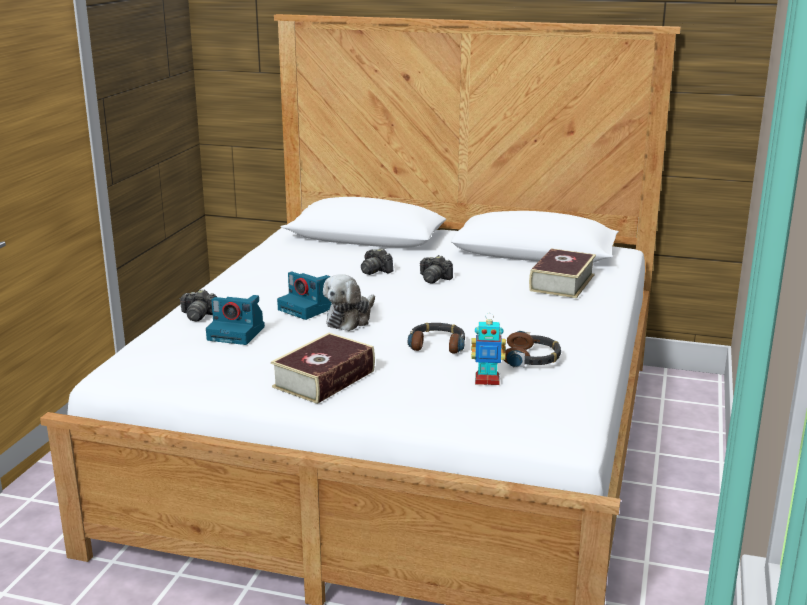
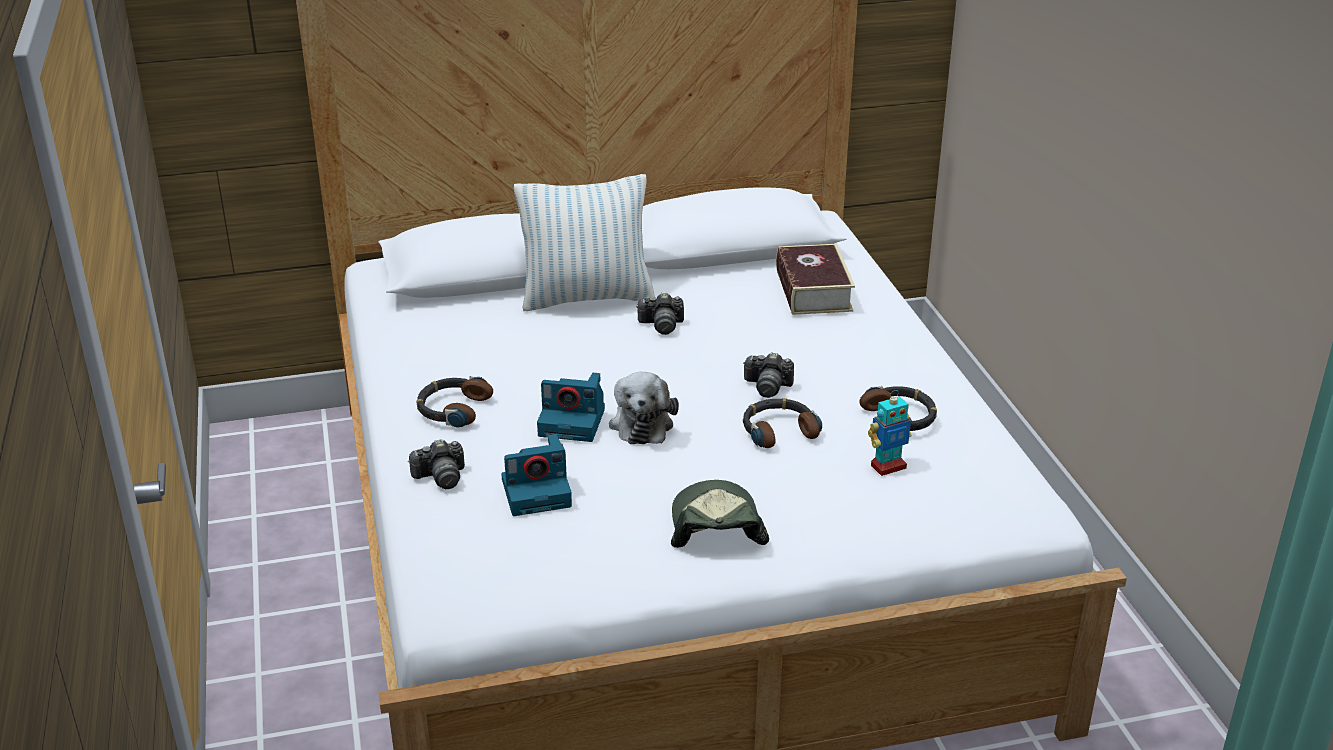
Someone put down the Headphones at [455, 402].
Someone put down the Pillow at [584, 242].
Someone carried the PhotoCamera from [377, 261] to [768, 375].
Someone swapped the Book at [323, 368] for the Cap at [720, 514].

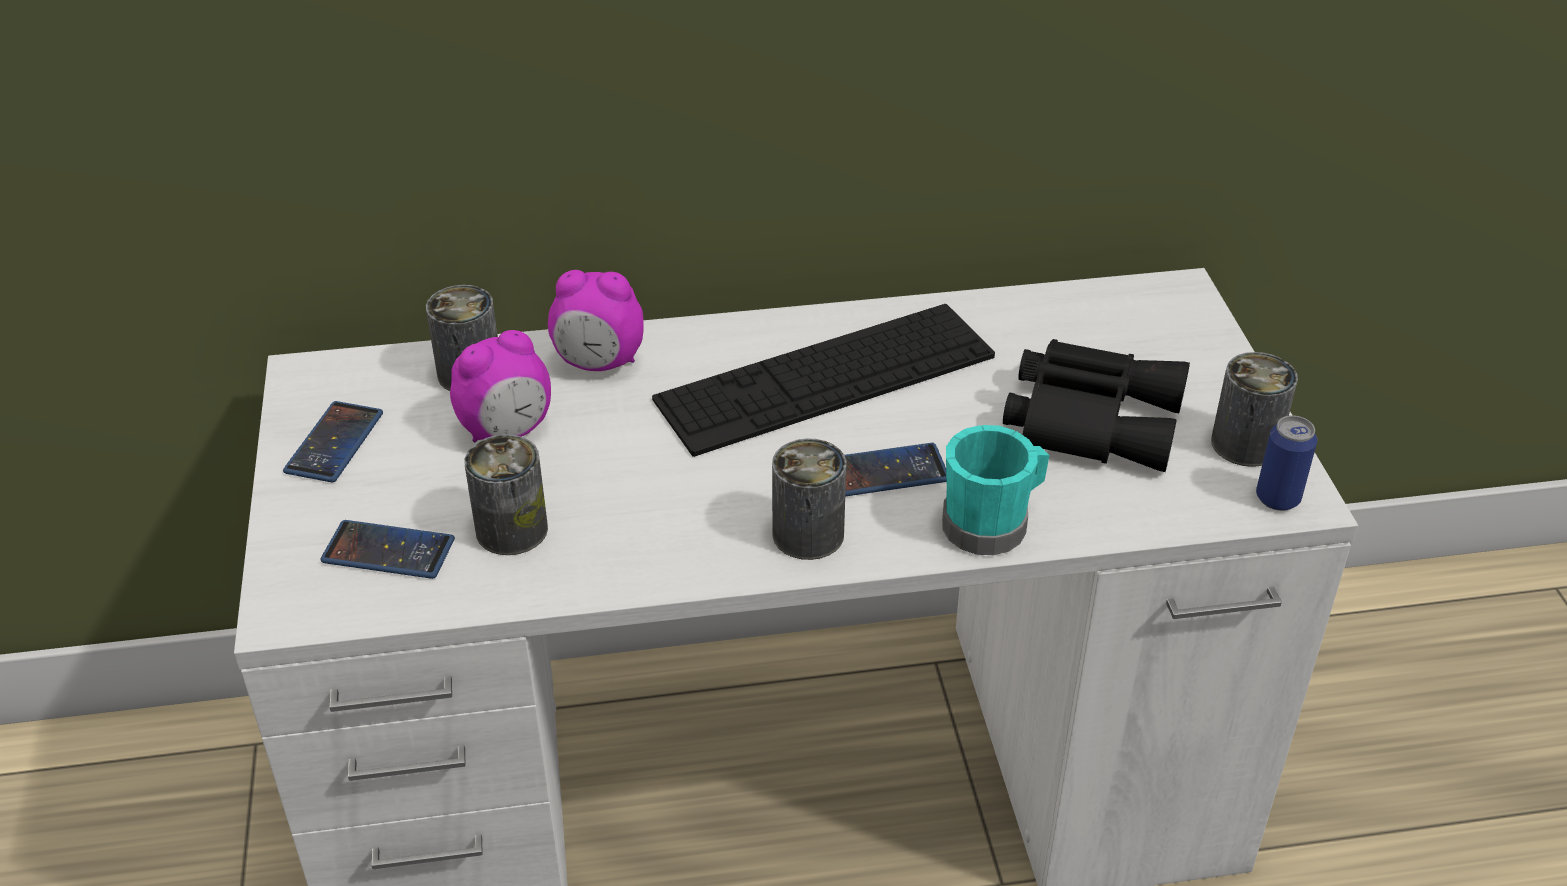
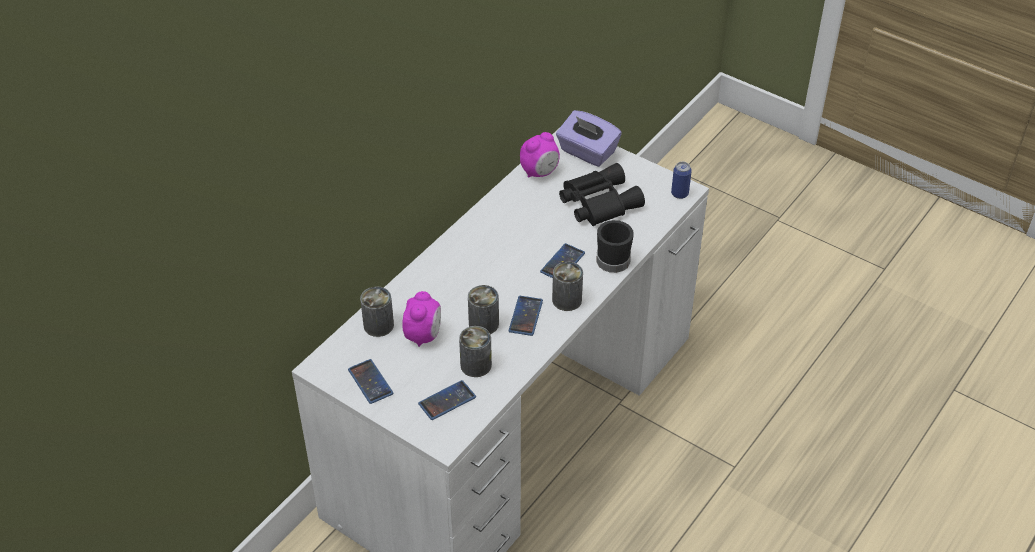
Someone took away the Keyboard at [823, 380].
Someone put down the Phone at [526, 316].
Someone put down the PurpleTissueBox at [589, 138].
Someone carried the AlarmClock from [596, 320] to [540, 155].
Someone carried the Can from [1254, 409] to [483, 309].
Someone repainted the TurquoiseMug at [996, 490], which became the BlackMug at [615, 246].

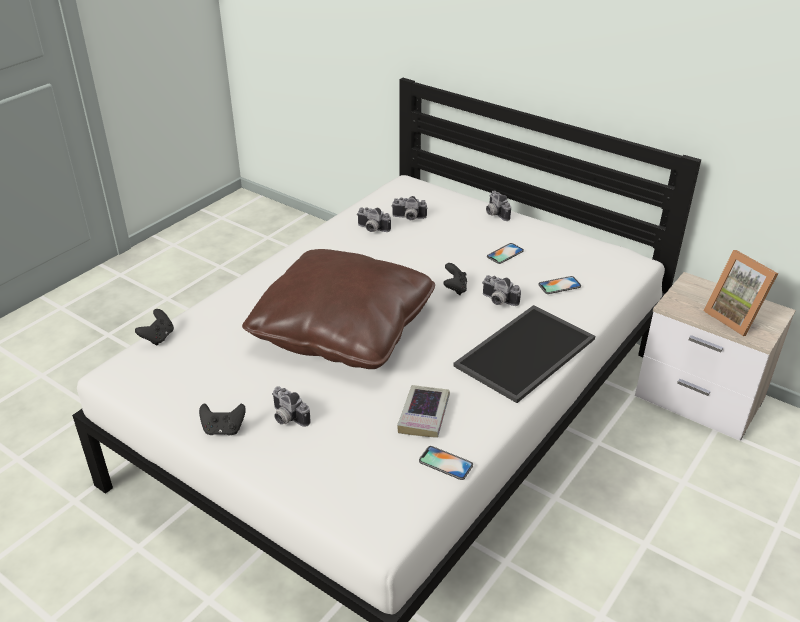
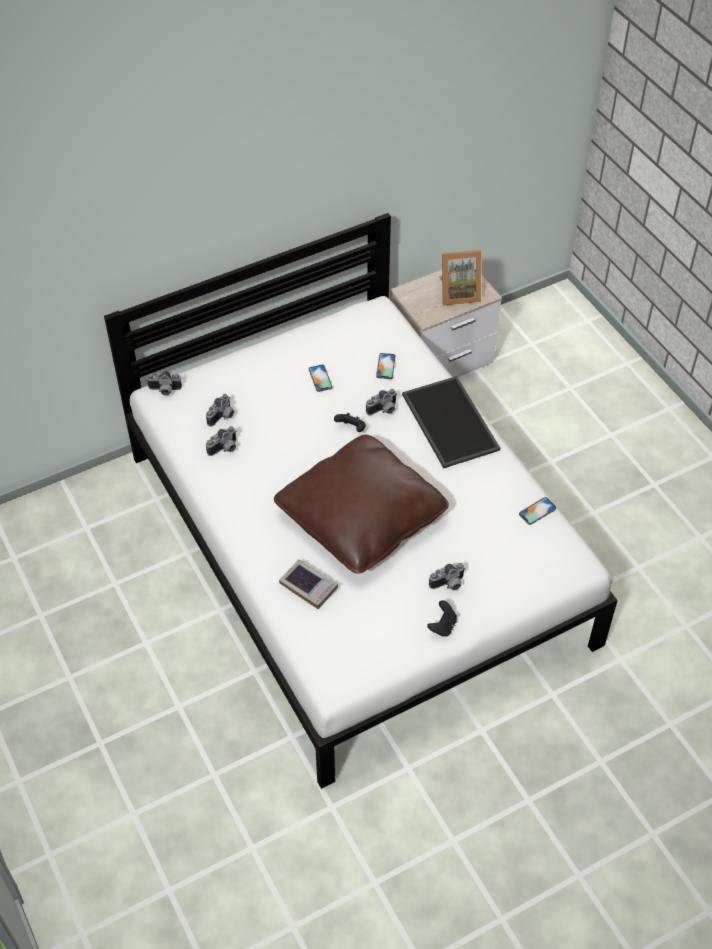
Someone took away the BlackGameController at [154, 327].
Someone carried the Book from [423, 411] to [308, 584].
Someone carried the PhotoCamera from [498, 206] to [164, 383].

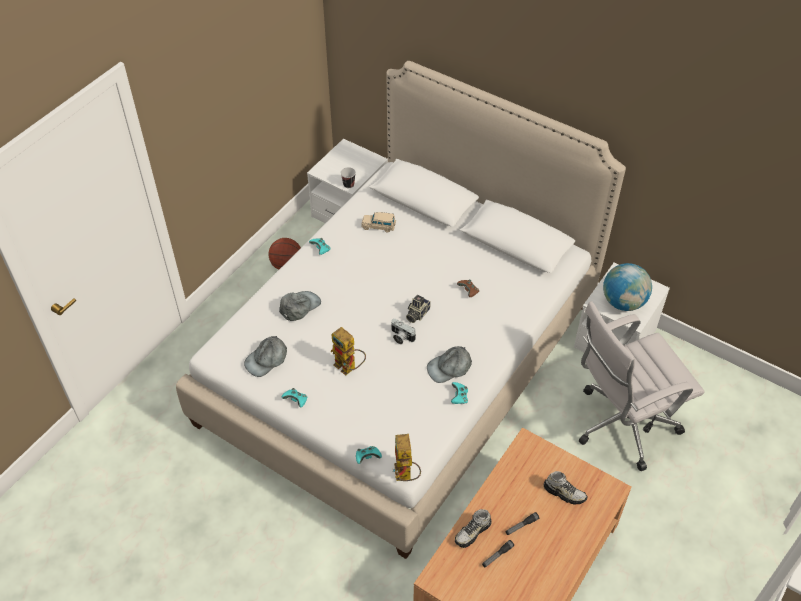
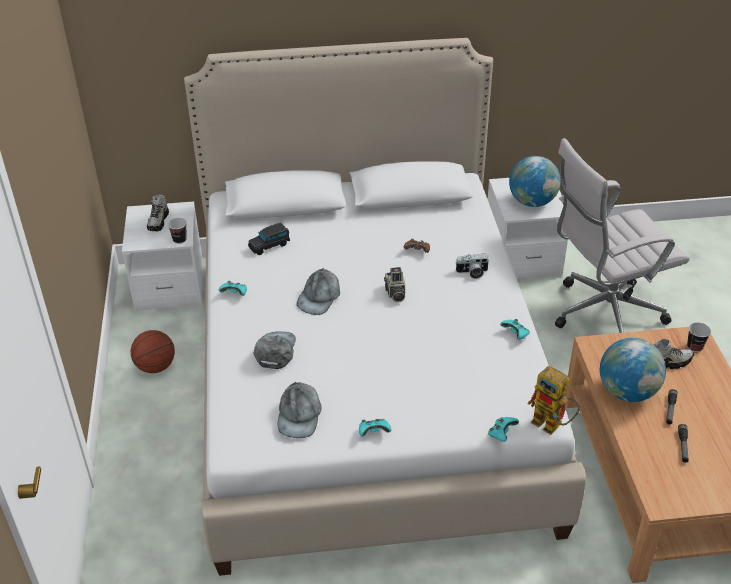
Someone took away the ToyRobot at [348, 351].
Someone put down the Globe at [633, 370].
Someone put down the Cup at [699, 337].
Someone carried the PhotoCamera from [403, 331] to [472, 266].
Someone carried the GreyCap from [449, 364] to [318, 291].
Someone carried the Shoe from [473, 528] to [158, 212].
Someone repainted the BeigeToyCar at [378, 222], which became the BlackToyCar at [269, 239].
Someone rotated the WhiteOfficeChair at [641, 386] by 45 degrees clockwise.

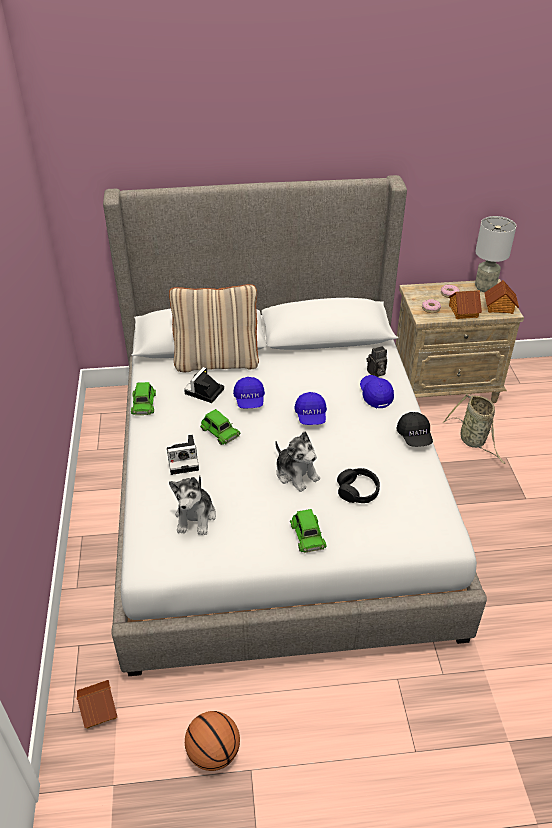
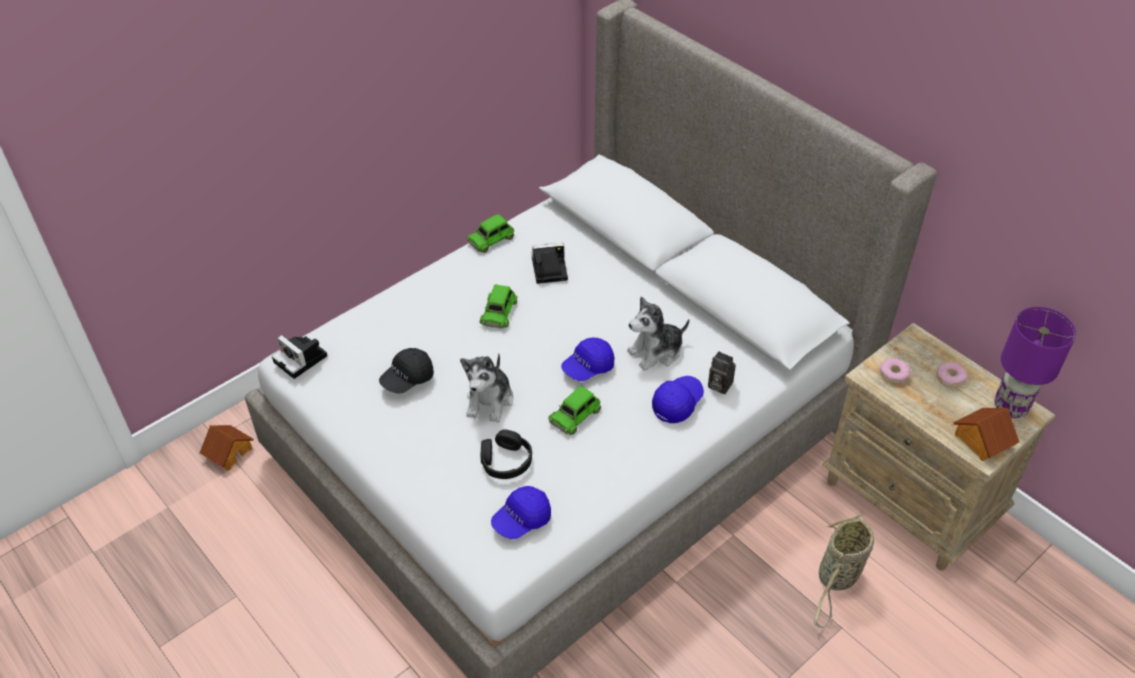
Someone took away the BeigePillow at [214, 328].
Someone took away the Basketball at [212, 741].
Someone took away the ToyHouse at [465, 304].
Someone carried the PhotoCamera from [183, 455] to [299, 357].
Someone carried the PlushToy from [192, 505] to [658, 334].
Someone carried the BlueCap from [249, 392] to [521, 512].
Someone carried the GreenToyCar from [308, 531] to [574, 410].
Someone carried the BlackCap from [415, 429] to [406, 371].
Someone repainted the GreyTableLamp at [495, 254], which became the PurpleTableLamp at [1035, 362].

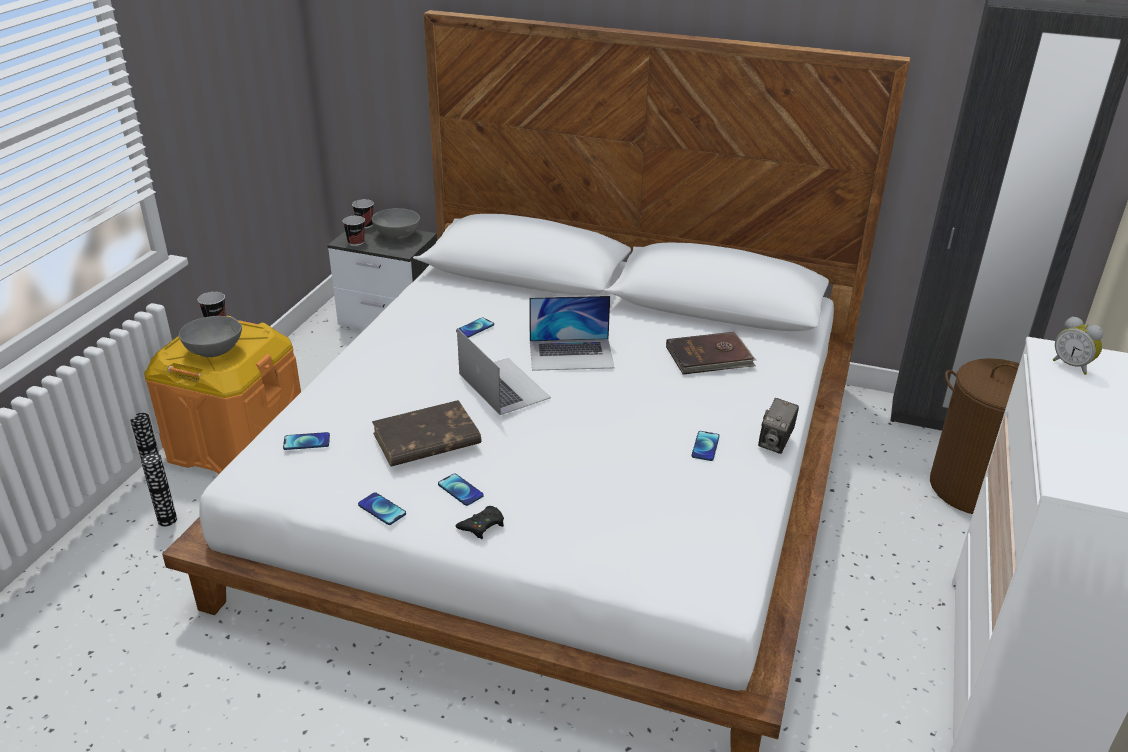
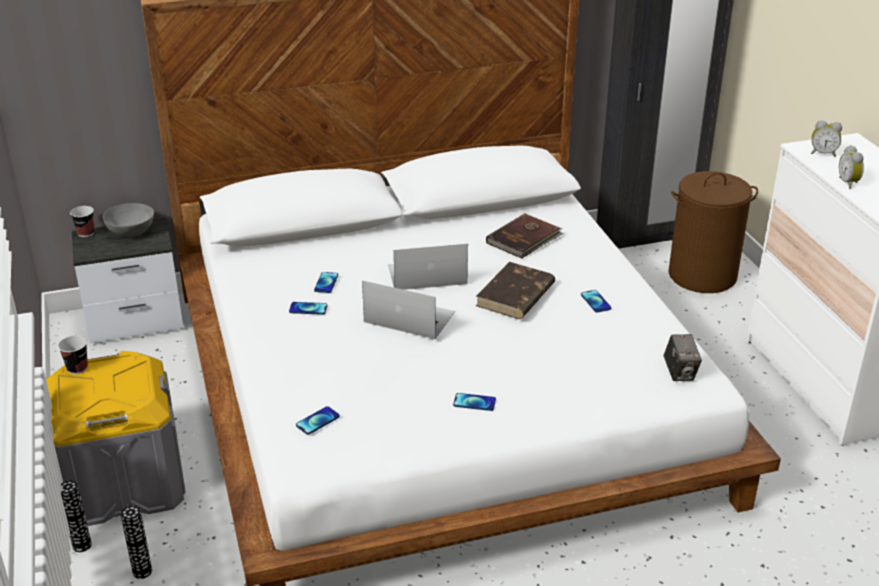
Someone took away the GreyBowl at [210, 336].
Someone took away the Cup at [354, 231].
Someone took away the BlackGameController at [479, 522].
Someone put down the AlarmClock at [851, 167].
Someone carried the Phone from [382, 508] to [308, 308].
Someone carried the BrownBook from [426, 433] to [515, 290].
Someone carried the PhotoCamera from [778, 426] to [683, 357].
Someone repainted the OrangeStorageBox at [222, 395], which became the GreyStorageBox at [116, 438].
Someone rotated the Laptop at [571, 333] by 150 degrees counterclockwise.

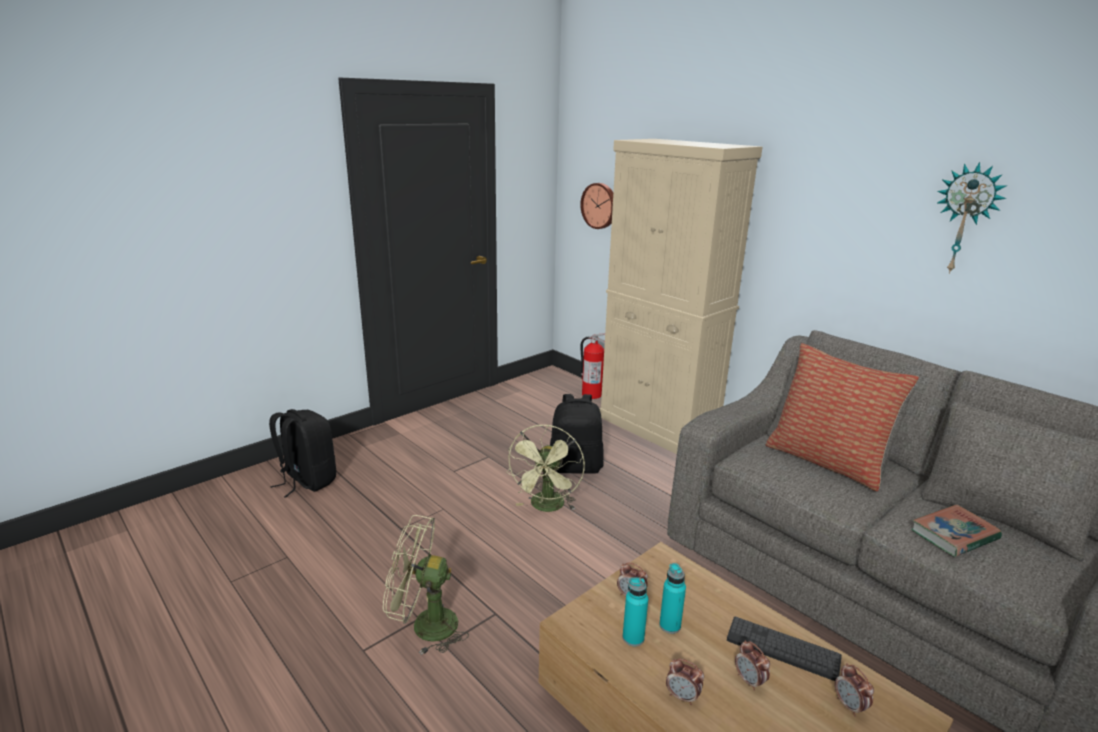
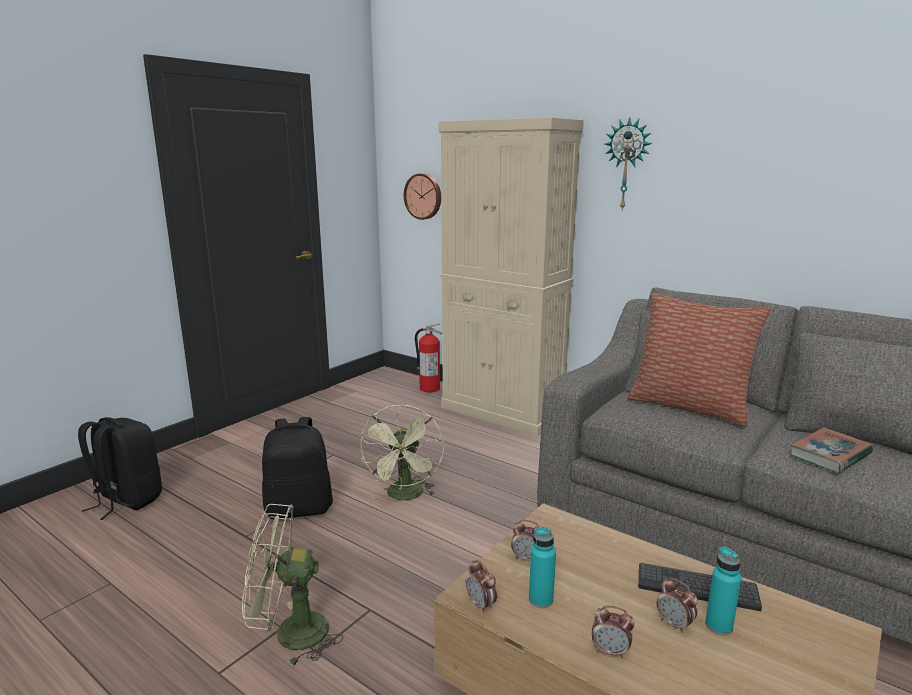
Someone carried the BlackBackpack from [577, 434] to [297, 468].
Someone carried the TurquoiseBottle from [672, 598] to [723, 590].
Someone carried the AlarmClock from [854, 690] to [481, 586].
Someone carried the WallClock from [972, 218] to [628, 163].

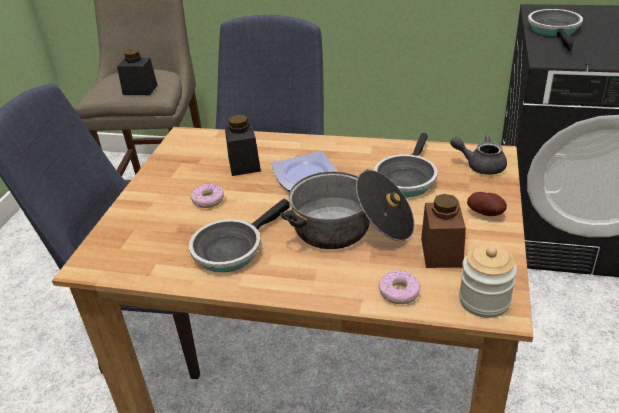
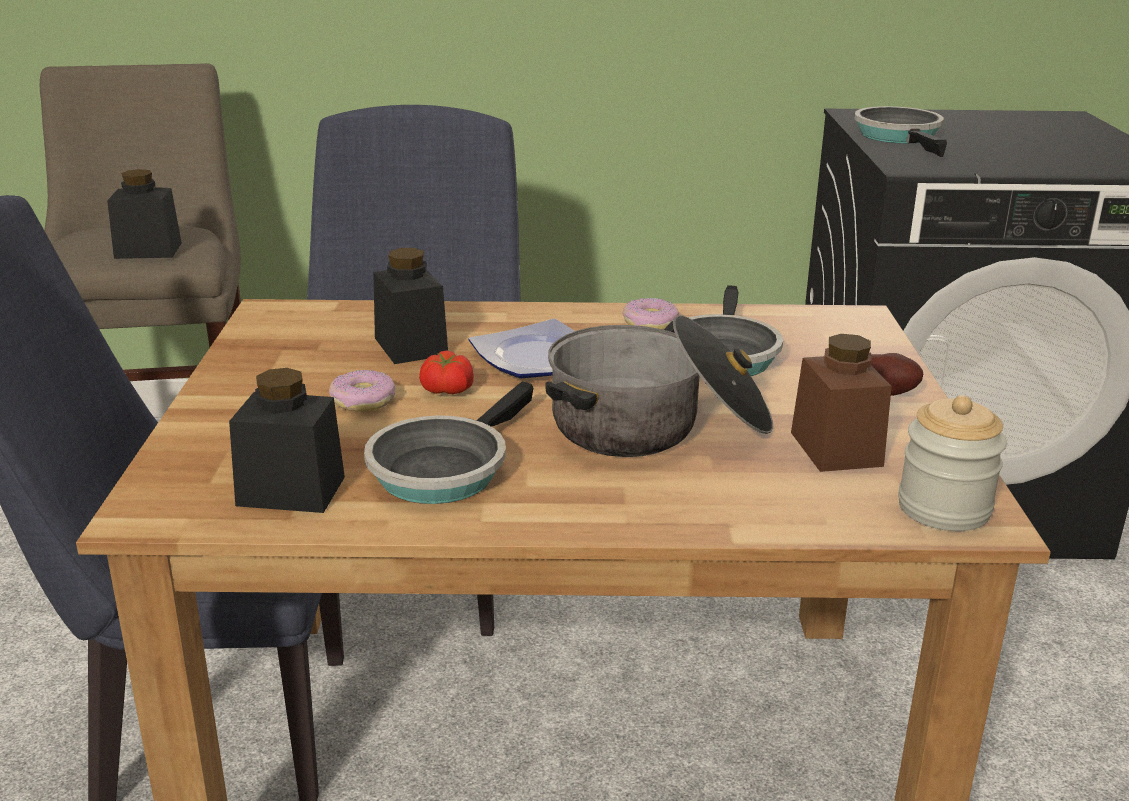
Someone took away the GreyTeapot at [478, 155].
Someone put down the BlackJar at [287, 440].
Someone put down the Tomato at [446, 372].
Someone carried the Donut from [399, 287] to [651, 314].

